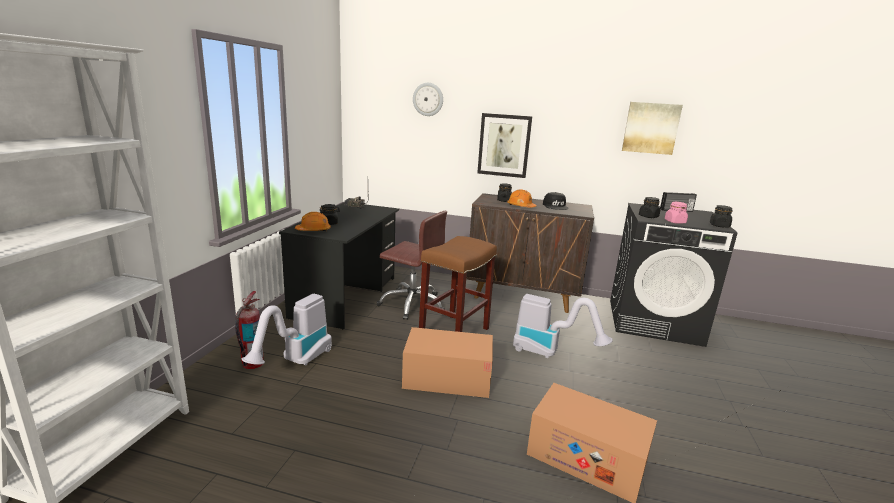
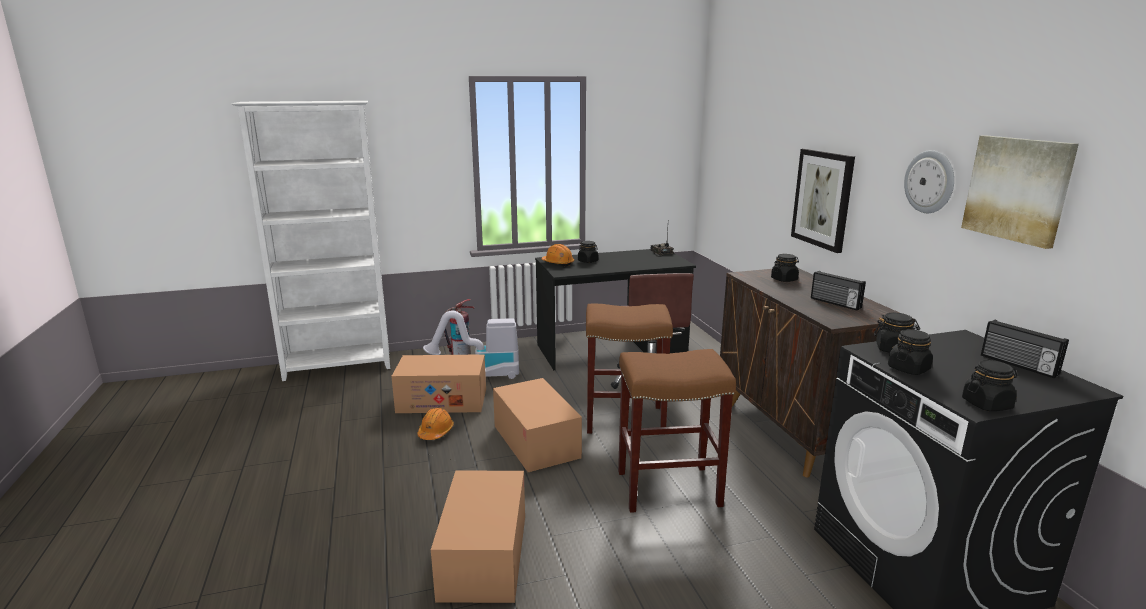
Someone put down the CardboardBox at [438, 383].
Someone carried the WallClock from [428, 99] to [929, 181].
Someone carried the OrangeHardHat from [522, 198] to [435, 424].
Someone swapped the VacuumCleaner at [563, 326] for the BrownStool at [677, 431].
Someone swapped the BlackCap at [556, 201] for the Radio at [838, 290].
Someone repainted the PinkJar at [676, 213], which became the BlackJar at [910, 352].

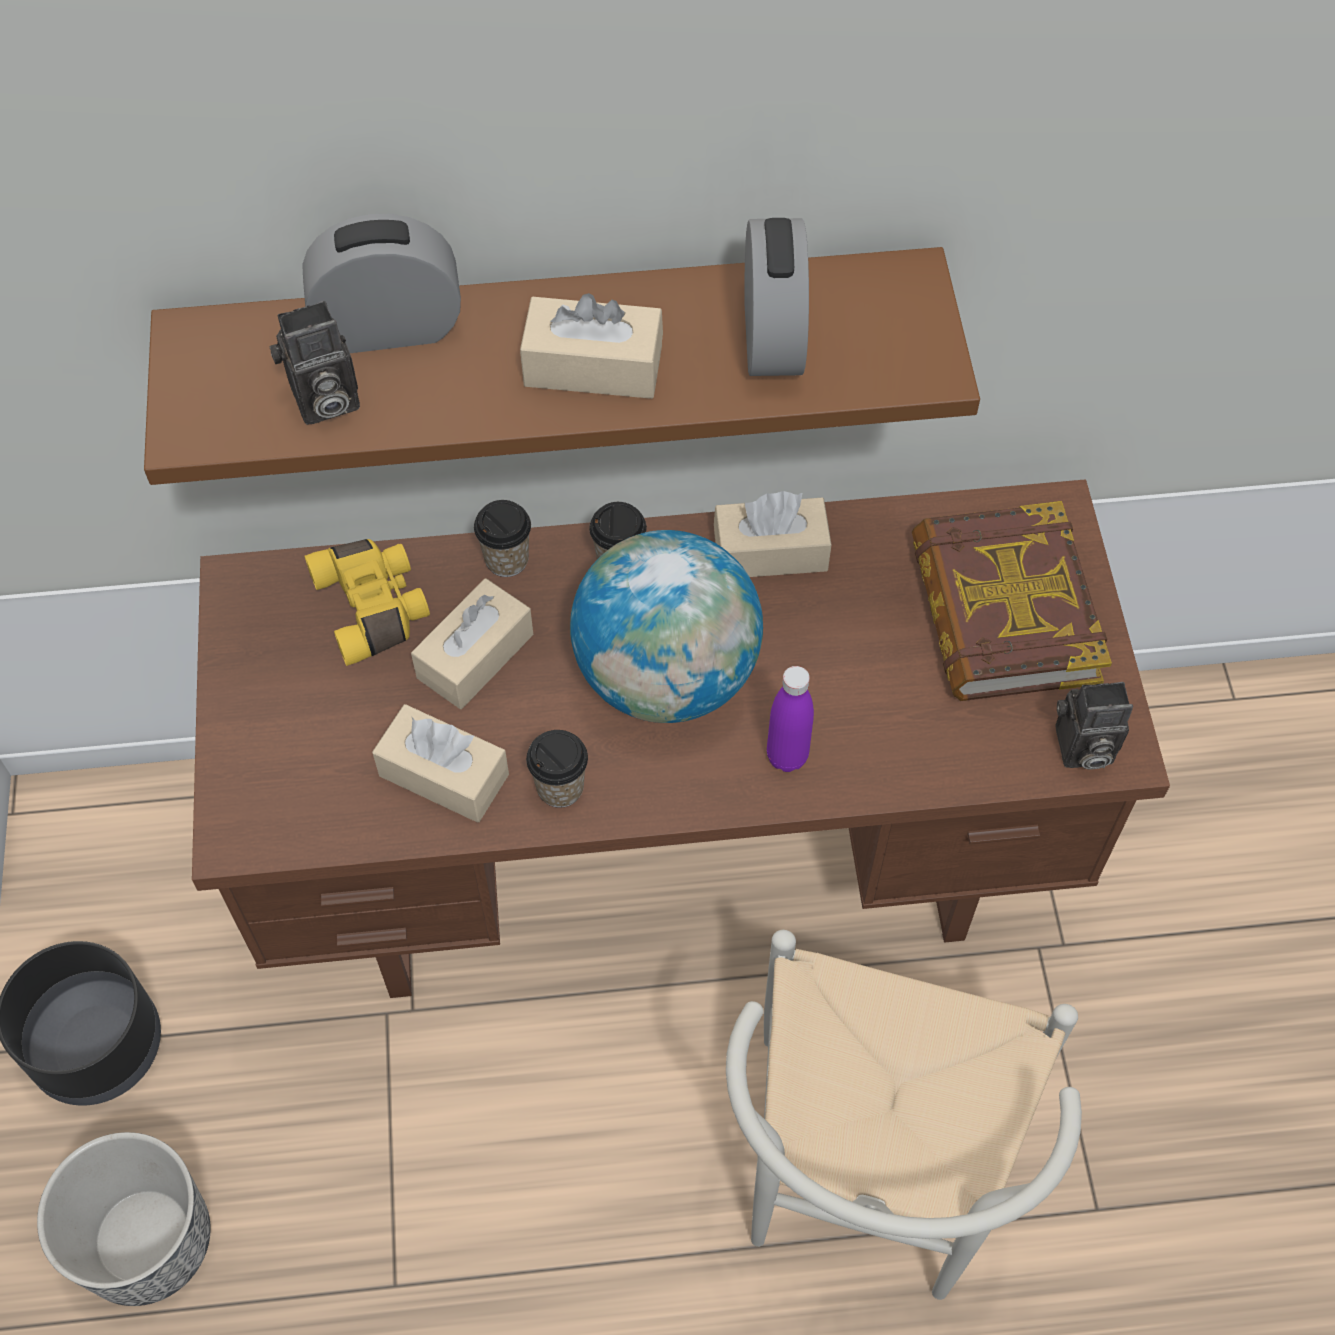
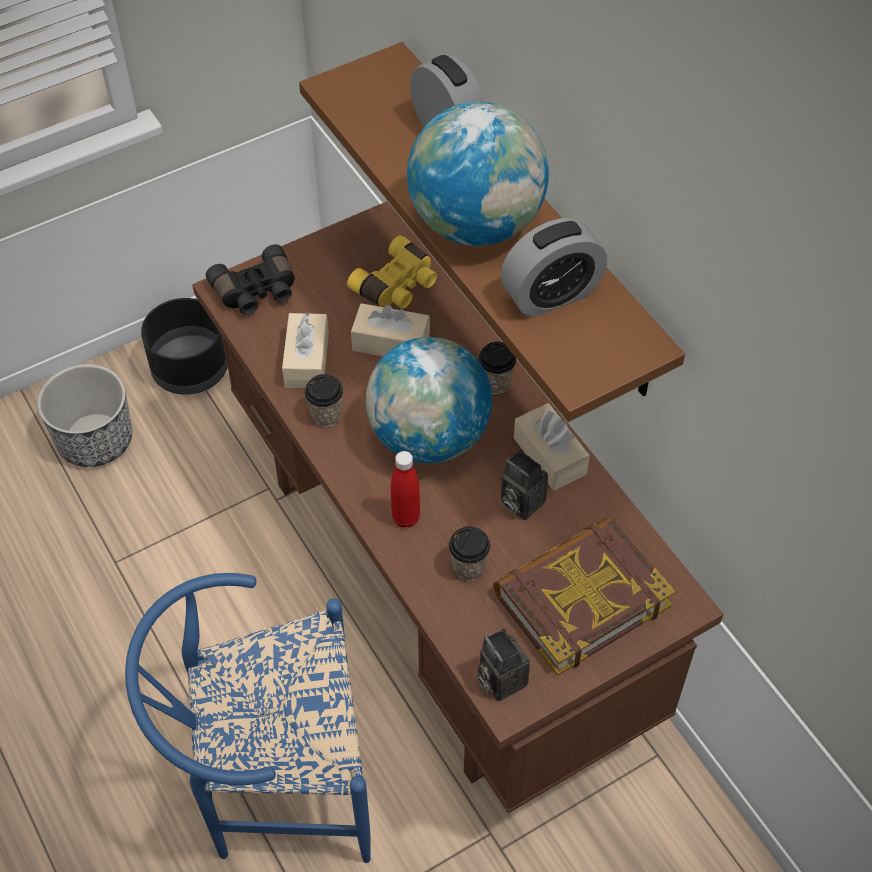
Someone put down the BlackBinoculars at [250, 279].
Someone carried the PhotoCamera from [314, 363] to [524, 485].
Someone carried the Cup from [502, 538] to [469, 553].
Someone swapped the BeigeTissueBox at [591, 346] for the Globe at [478, 174].
Someone repainted the WhiteChair at [904, 1115], which became the BlueChair at [248, 718].
Someone repainted the PurpleBottle at [790, 719], which became the RedBottle at [405, 489].

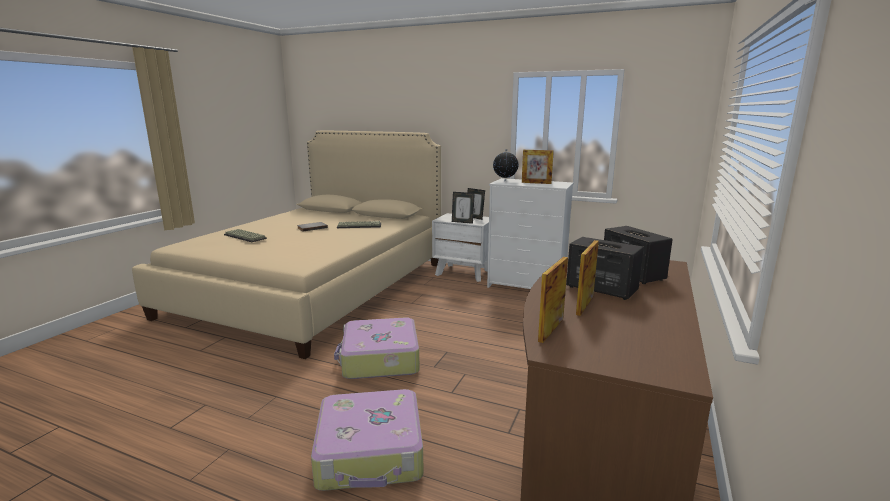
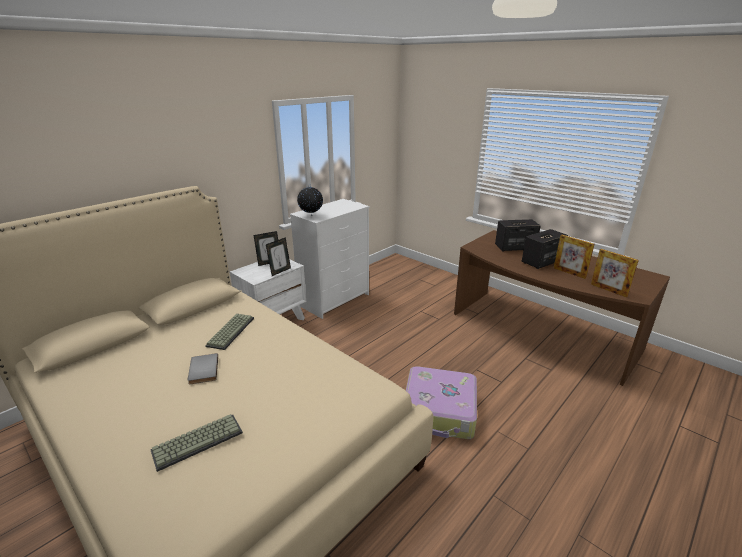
Someone took away the Suitcase at [367, 440].
Someone took away the PictureFrame at [538, 167].

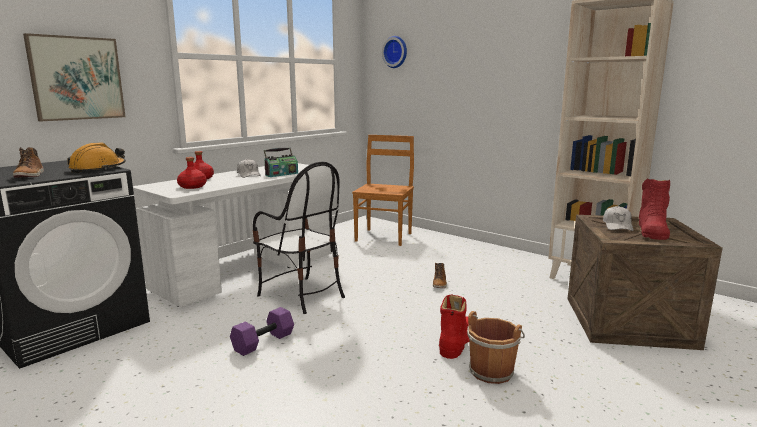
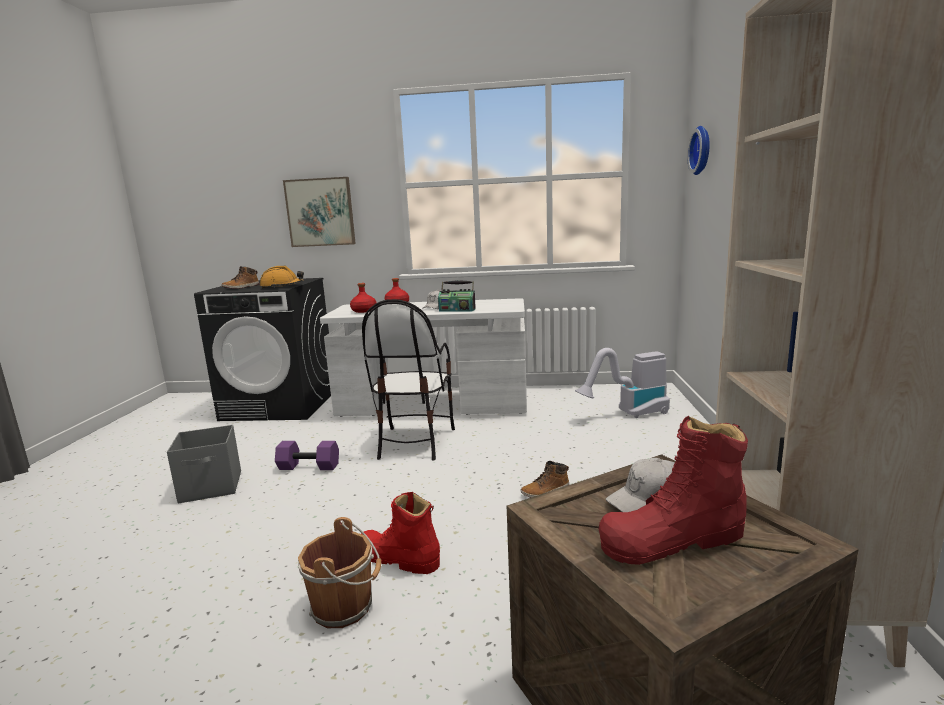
Someone put down the GreyStorageBox at [204, 464].
Someone swapped the BrownChair at [383, 190] for the VacuumCleaner at [622, 383].
Someone rotated the RedBoot at [454, 326] by 150 degrees counterclockwise.

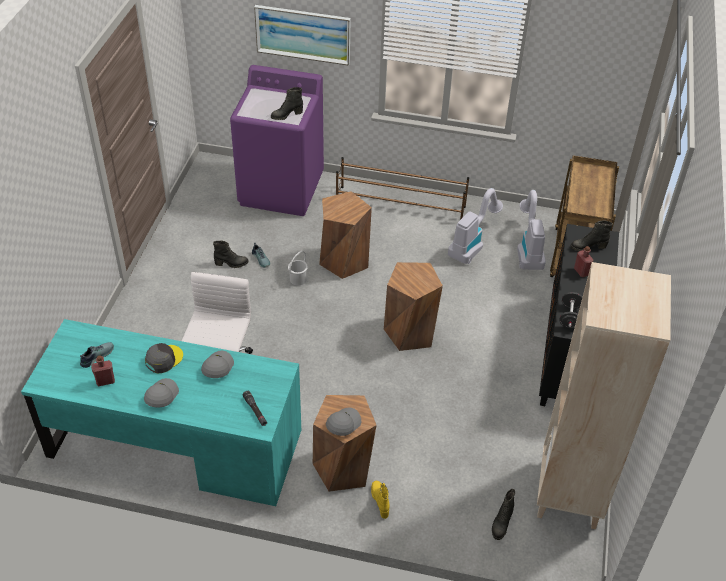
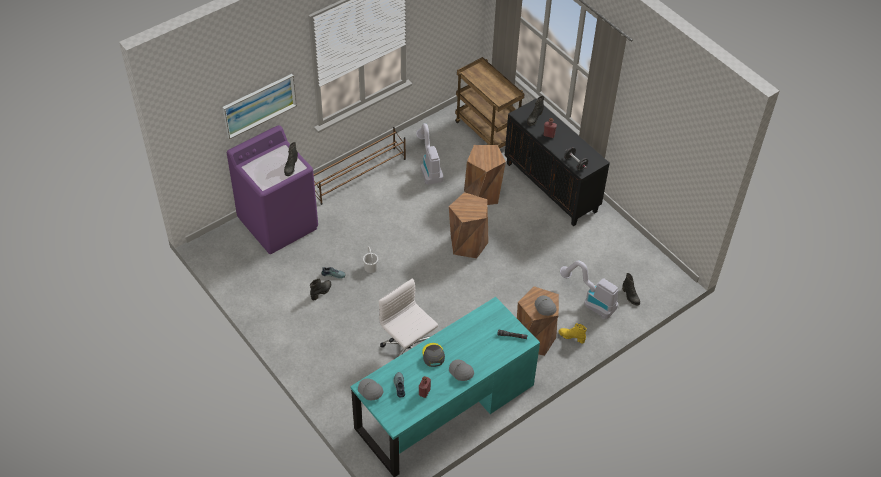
Someone took away the BeigeBookcase at [604, 395].
Someone carried the GreyCap from [217, 364] to [370, 389].
Someone carried the BrownStool from [345, 235] to [485, 175].
Someone carried the VacuumCleaner from [531, 230] to [589, 290].

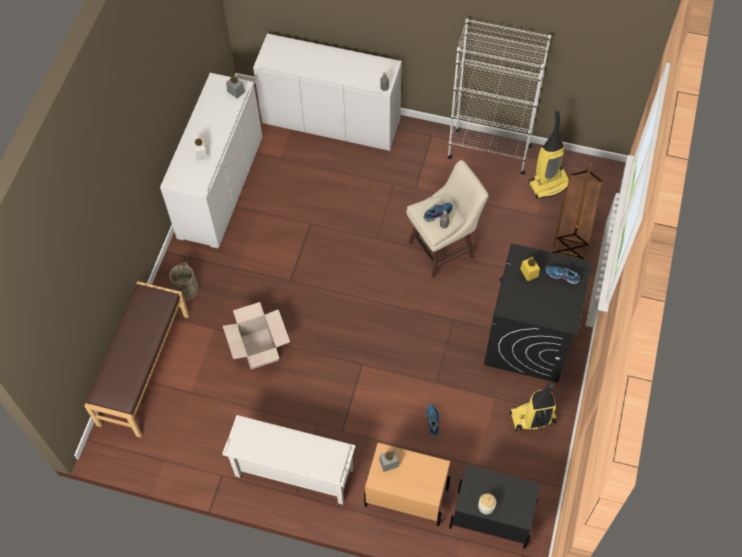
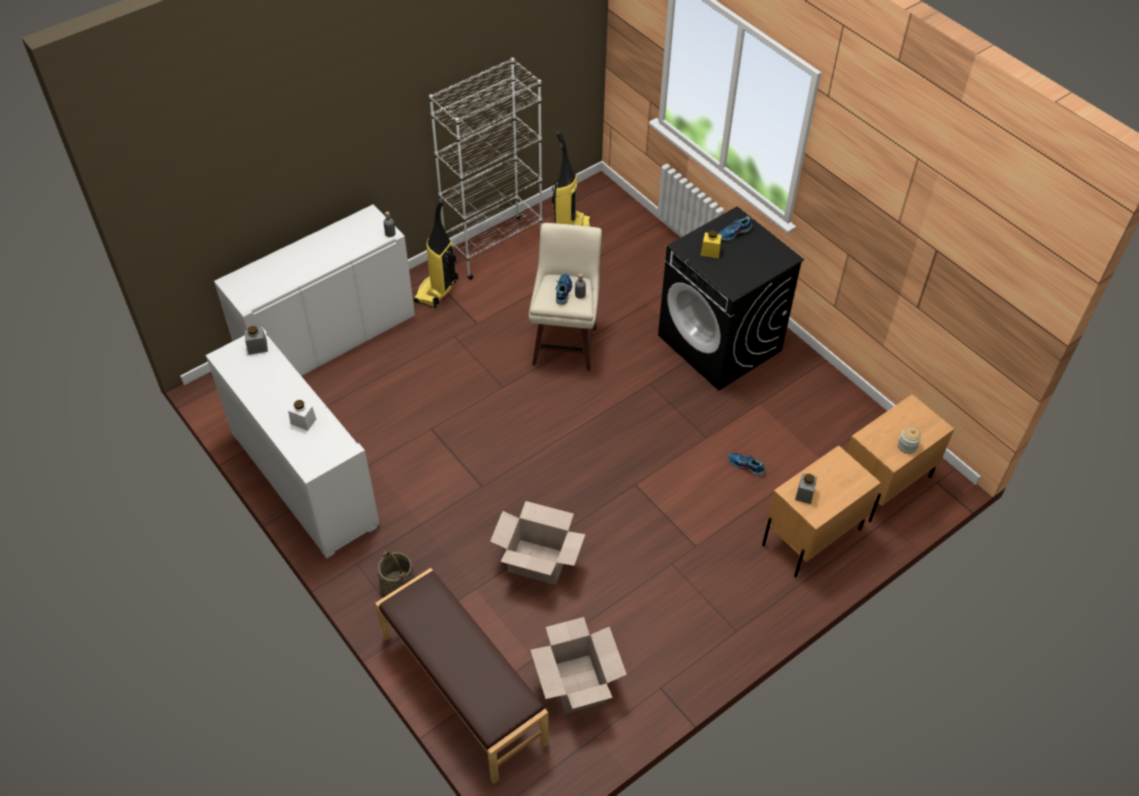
Someone took away the WhiteShoeRack at [289, 460].
Someone took away the BrownCart at [577, 211].
Someone put down the CardboardBox at [578, 665].
Someone carried the VacuumCleaner from [533, 407] to [436, 253].
Someone repainted the BlackNightstand at [494, 507], which became the BeigeNightstand at [900, 458].

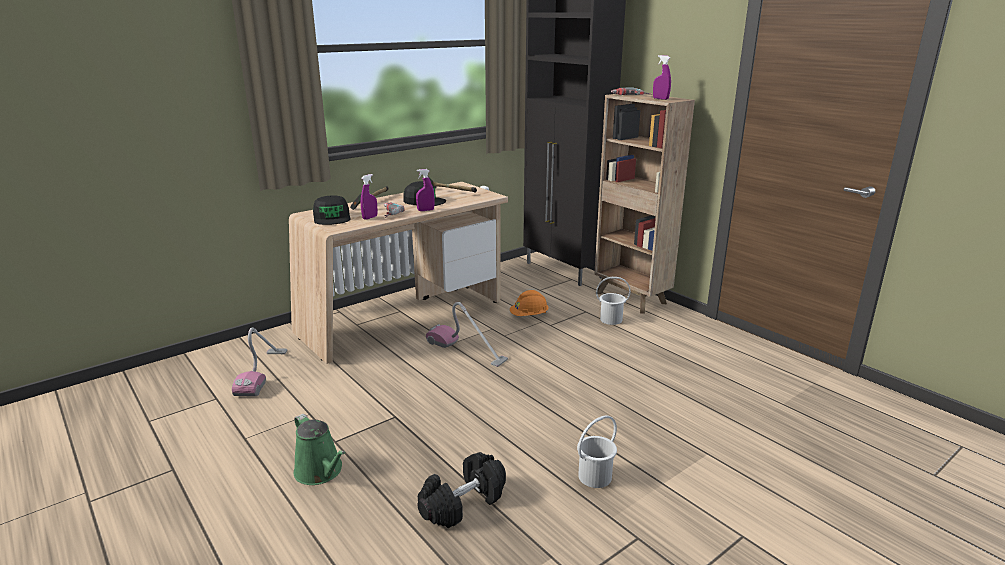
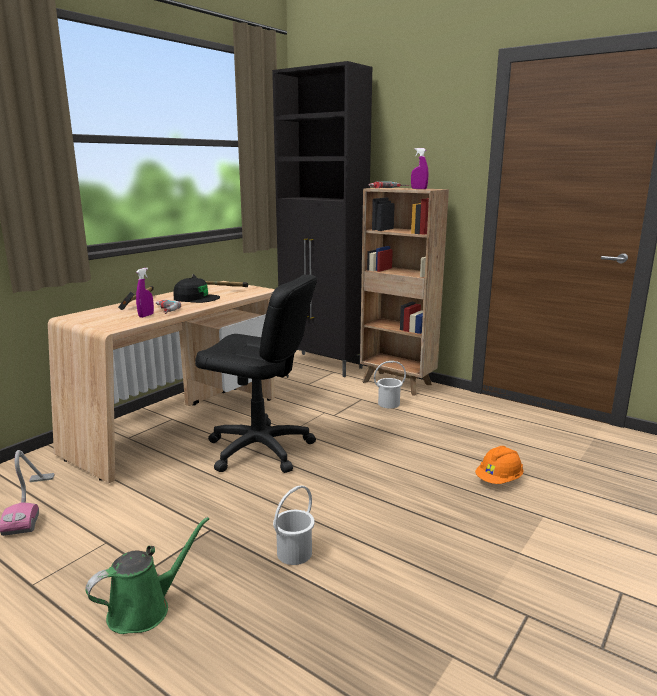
Someone took away the BlackCap at [332, 210].
Someone took away the PurpleSprayBottle at [425, 190].
Someone took away the BlackDumbbell at [462, 490].
Someone carried the OrangeHardHat from [529, 303] to [499, 465].
Someone carried the WhiteBucket from [597, 451] to [294, 525].
Someone swapped the VacuumCleaner at [467, 334] for the BlackOfficeChair at [256, 374].
Someone rotated the GreenWateringCan at [319, 449] by 75 degrees counterclockwise.

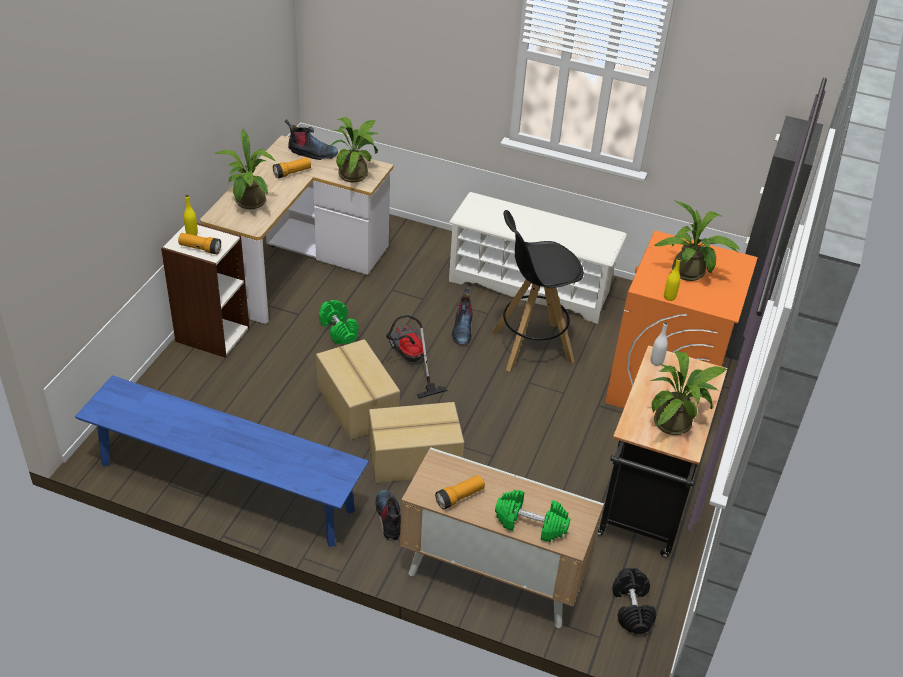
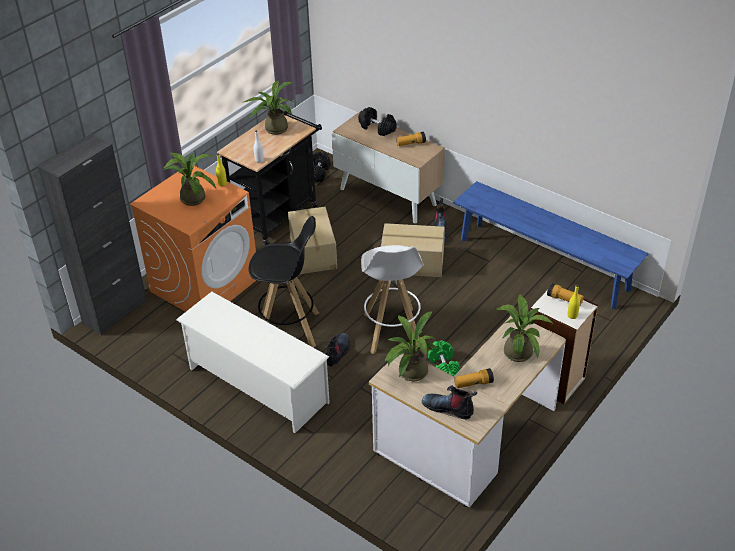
Someone carried the CardboardBox from [358, 389] to [312, 240].
Someone swapped the VacuumCleaner at [417, 357] for the WhiteStool at [392, 300].
Someone repainted the GreenDumbbell at [532, 516], which became the BlackDumbbell at [377, 121].

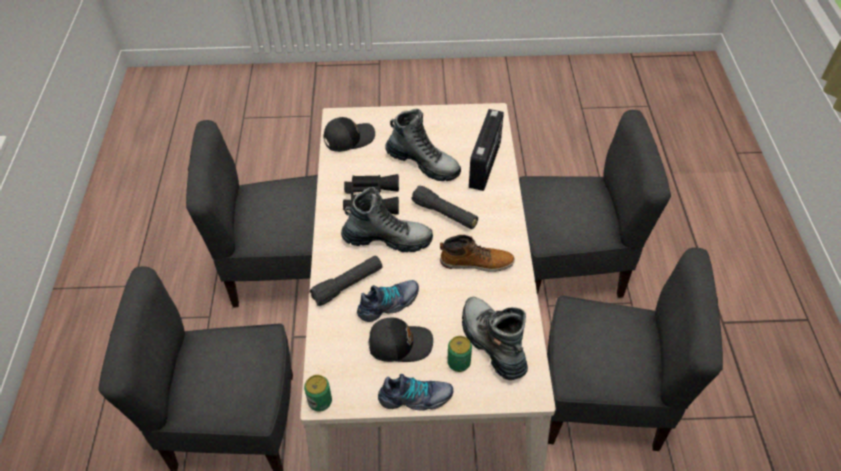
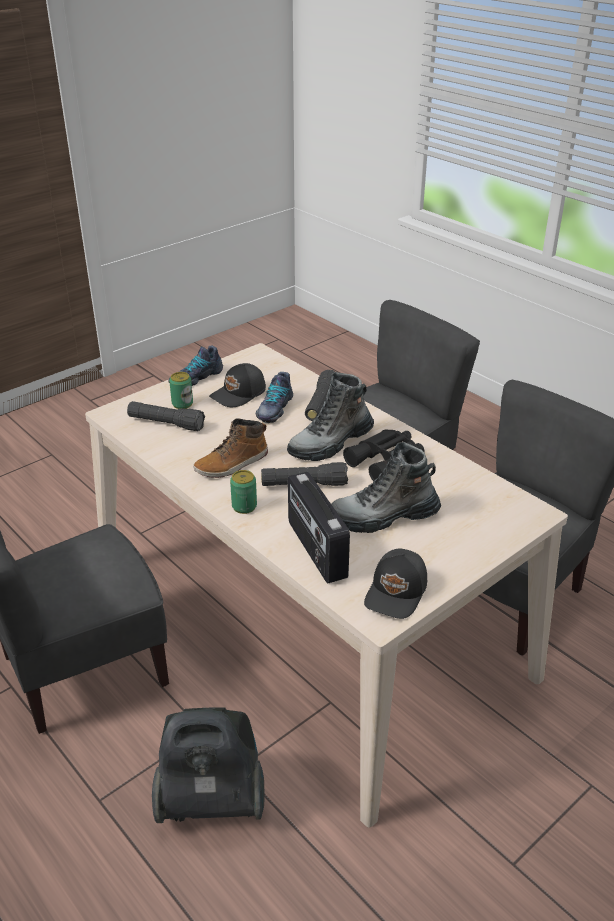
Someone carried the Can from [318, 393] to [243, 492].
Someone carried the BlackCap from [349, 134] to [395, 583].
Someone swapped the Boot at [495, 338] for the BlackFlashlight at [166, 416].
Someone swapped the GreyChair at [595, 204] for the VacuumCleaner at [208, 765].

